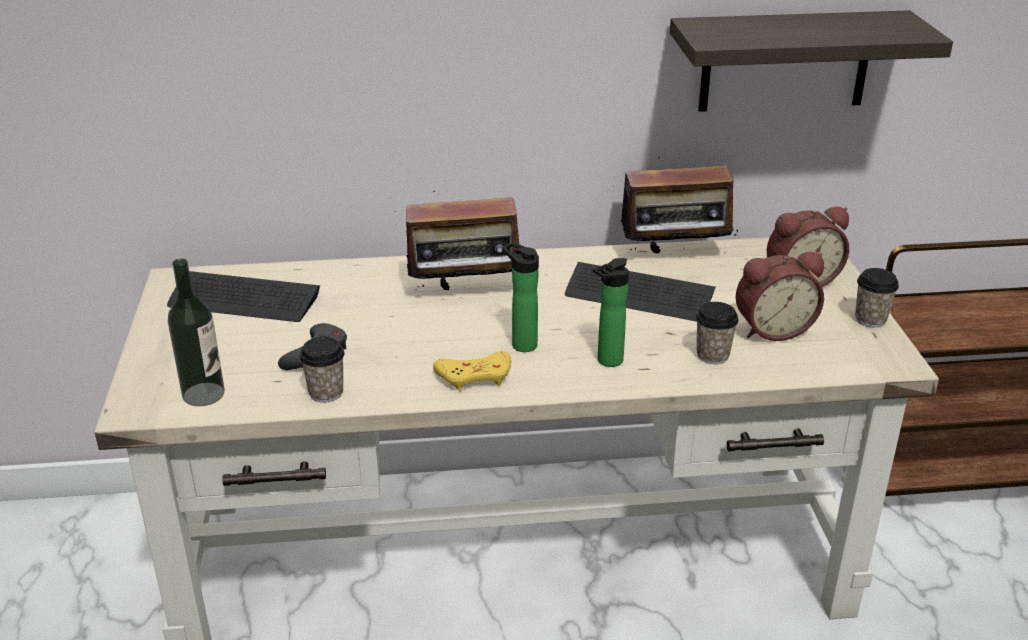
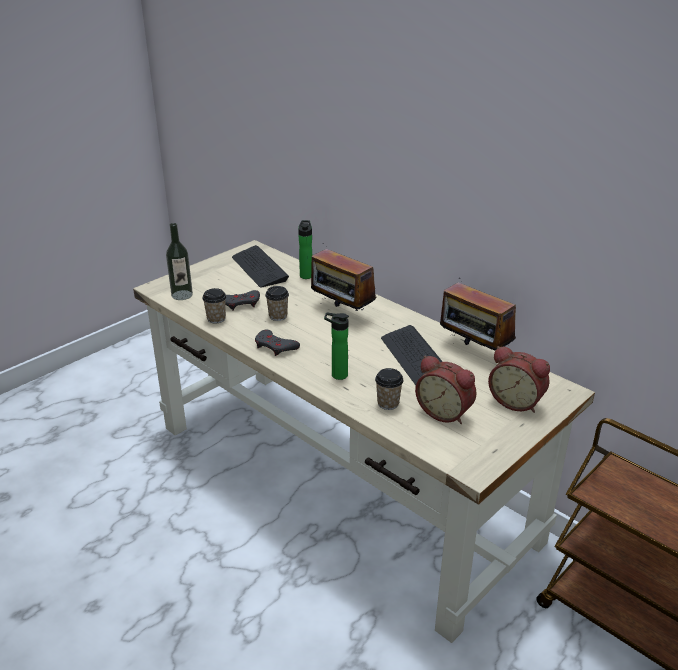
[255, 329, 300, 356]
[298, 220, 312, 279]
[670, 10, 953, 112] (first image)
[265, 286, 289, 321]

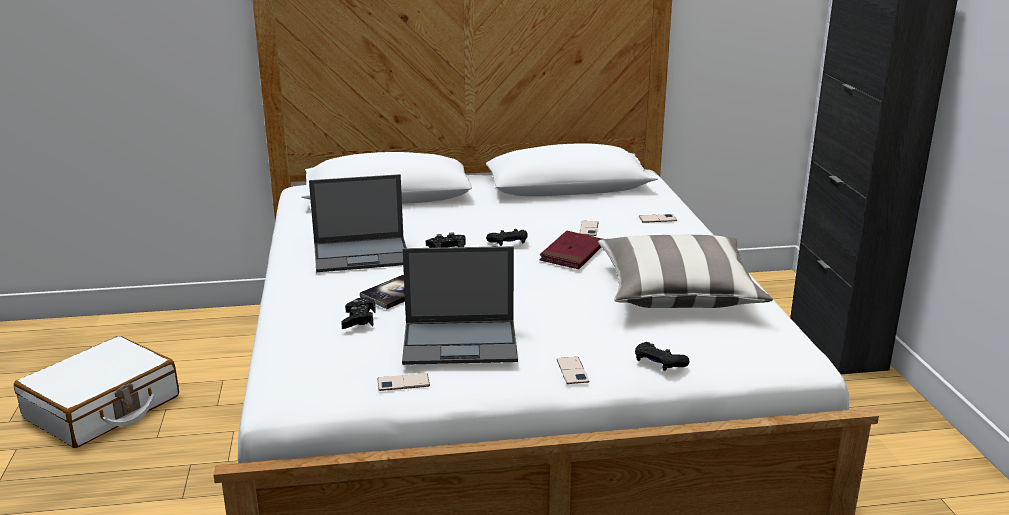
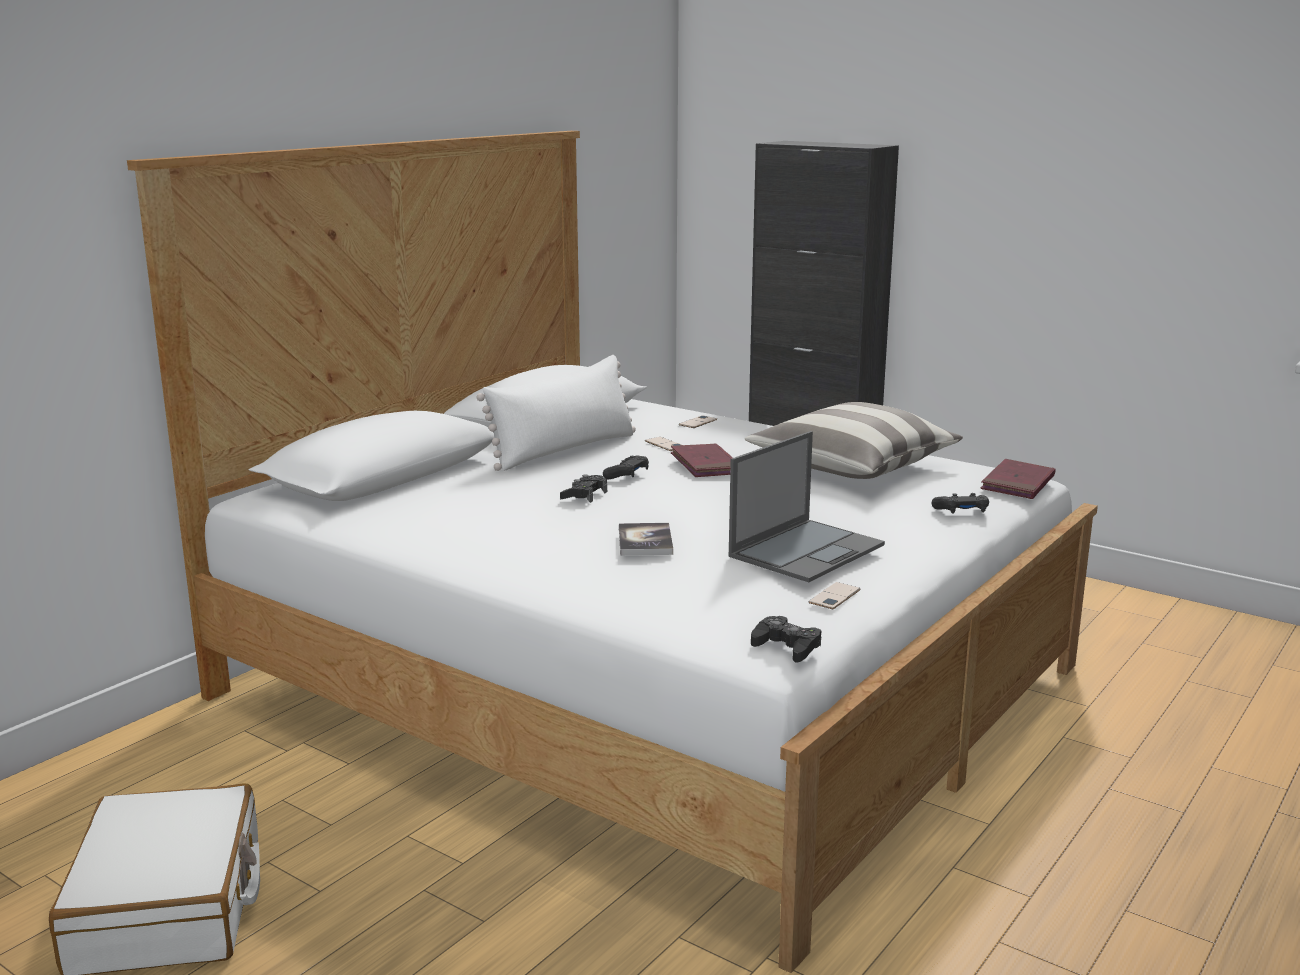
[309, 174, 407, 272] (first image)
[751, 616, 822, 663]
[557, 357, 589, 384] (first image)
[477, 355, 636, 471]
[980, 459, 1056, 499]

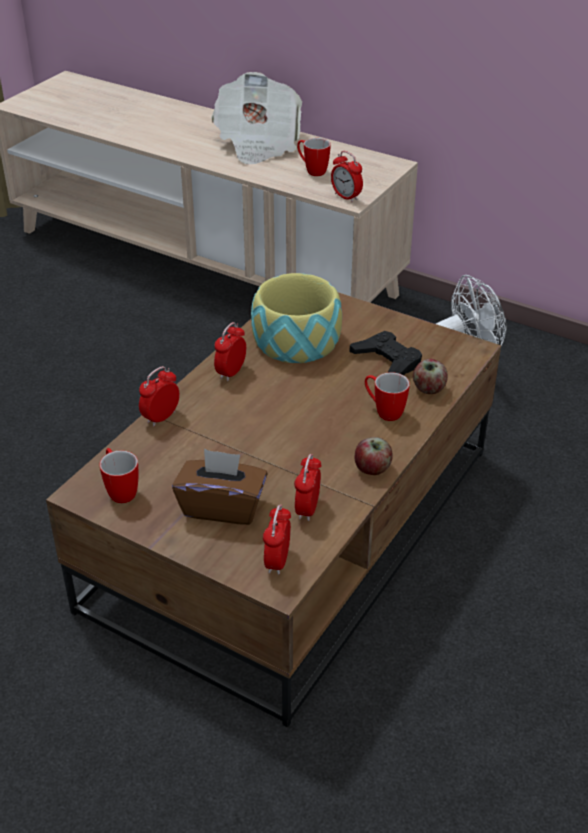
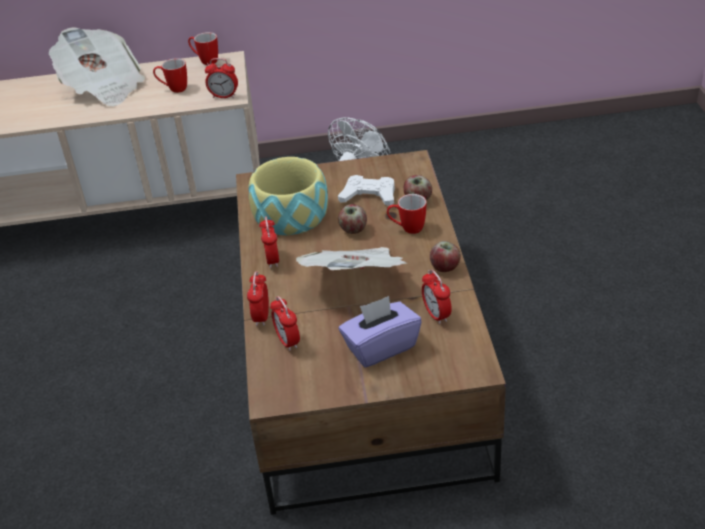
[188, 32, 218, 65]
[339, 296, 422, 367]
[270, 296, 300, 351]
[338, 175, 395, 206]
[296, 247, 407, 270]
[338, 204, 367, 234]

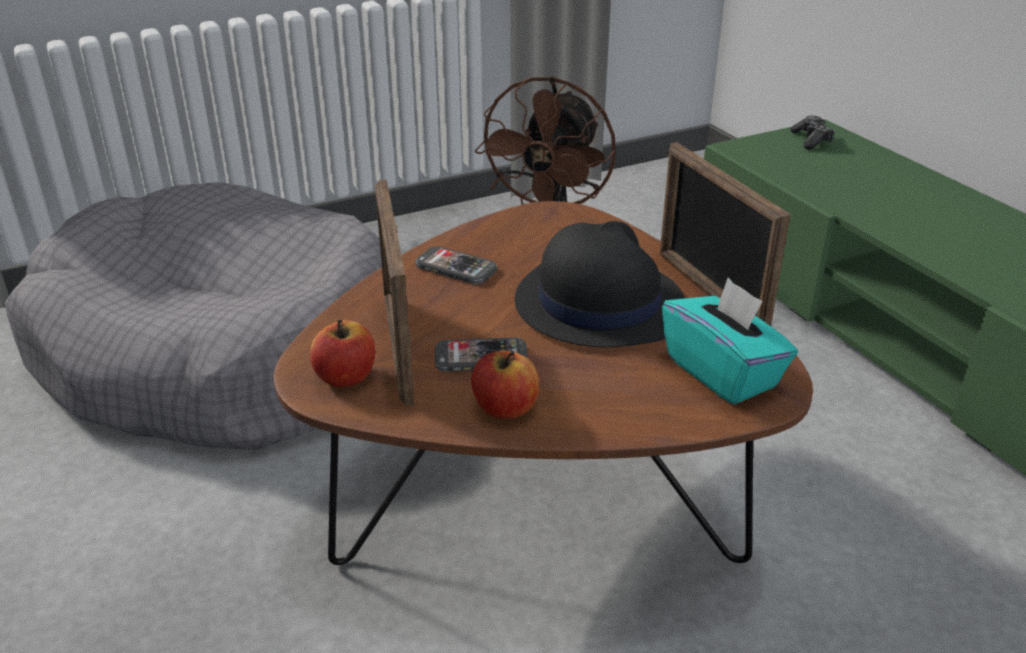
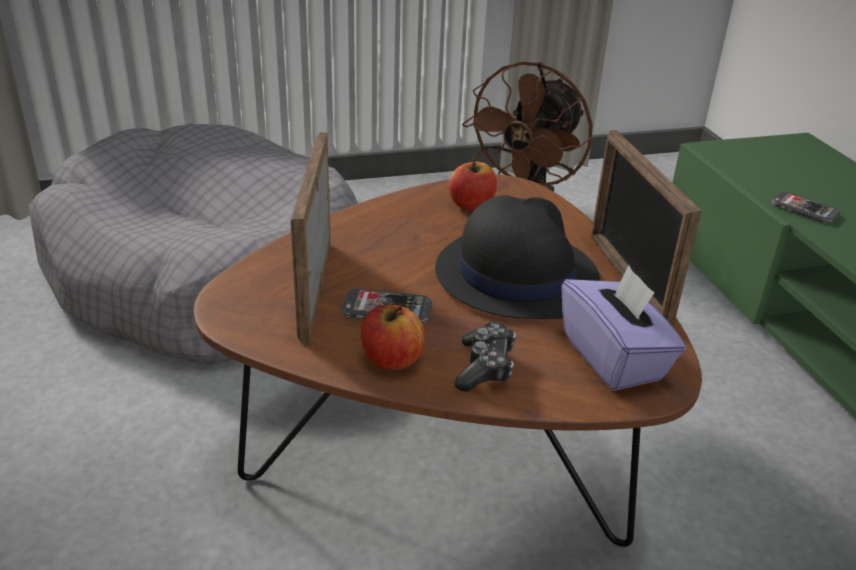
[449, 159, 497, 211]
[771, 192, 840, 224]
[561, 265, 686, 391]
[454, 322, 516, 392]

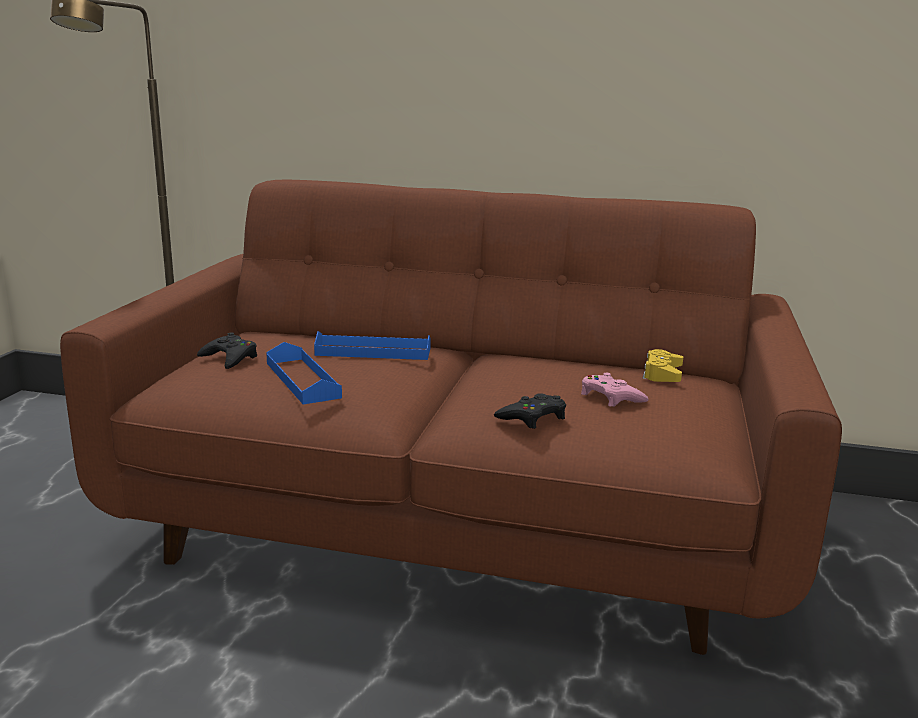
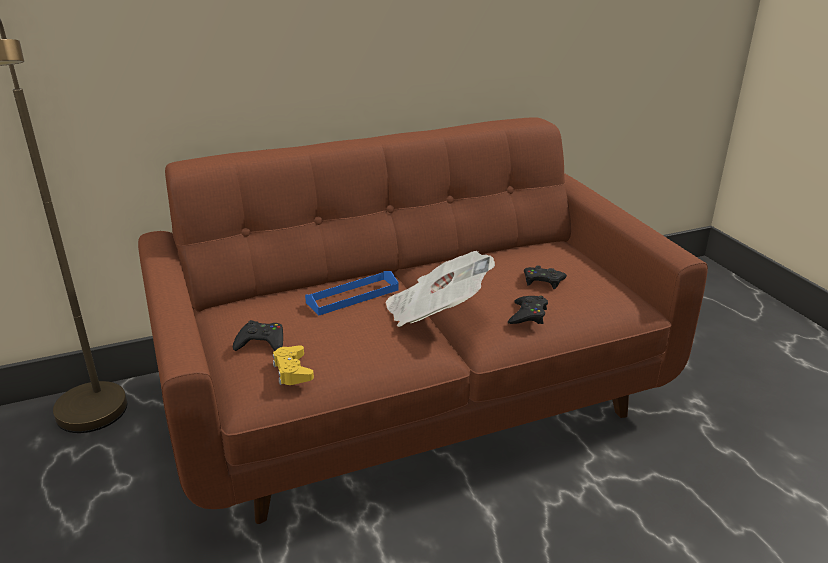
[266, 342, 342, 404] (first image)
[524, 265, 567, 289]
[273, 345, 314, 385]
[385, 251, 495, 327]

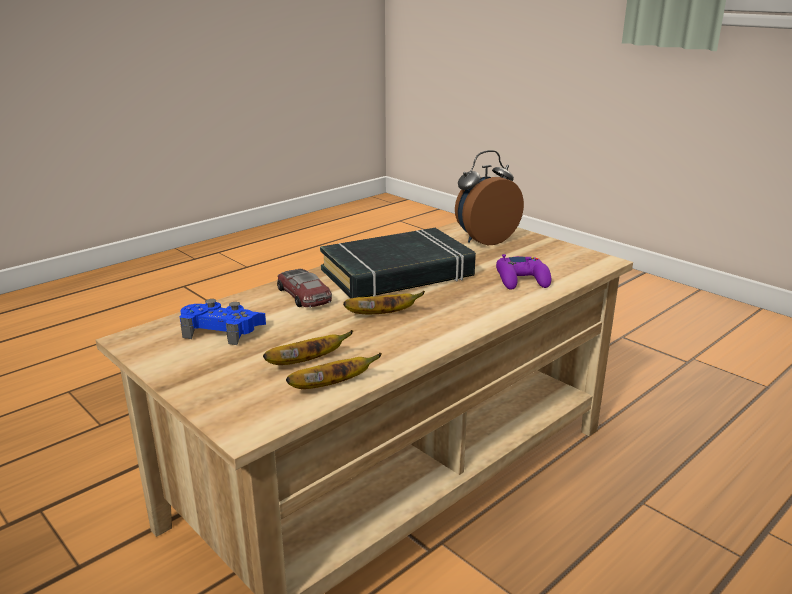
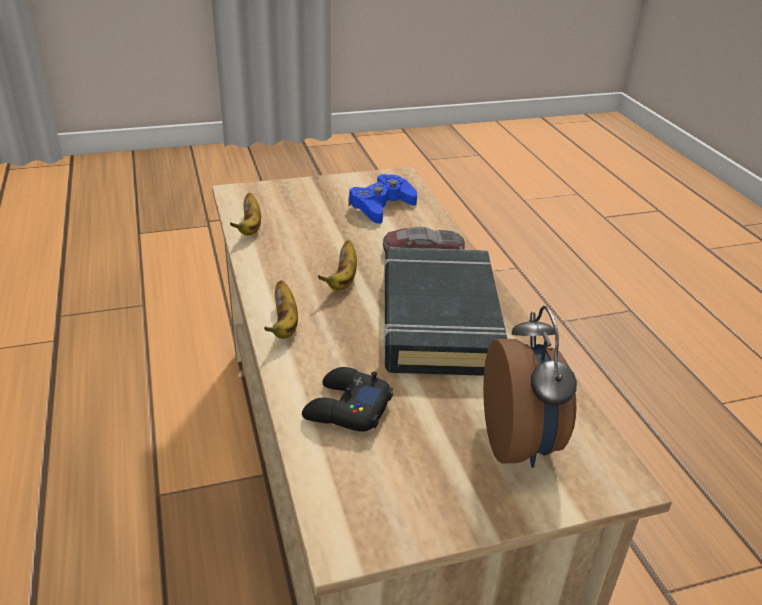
[264, 280, 298, 339]
[302, 367, 393, 432]

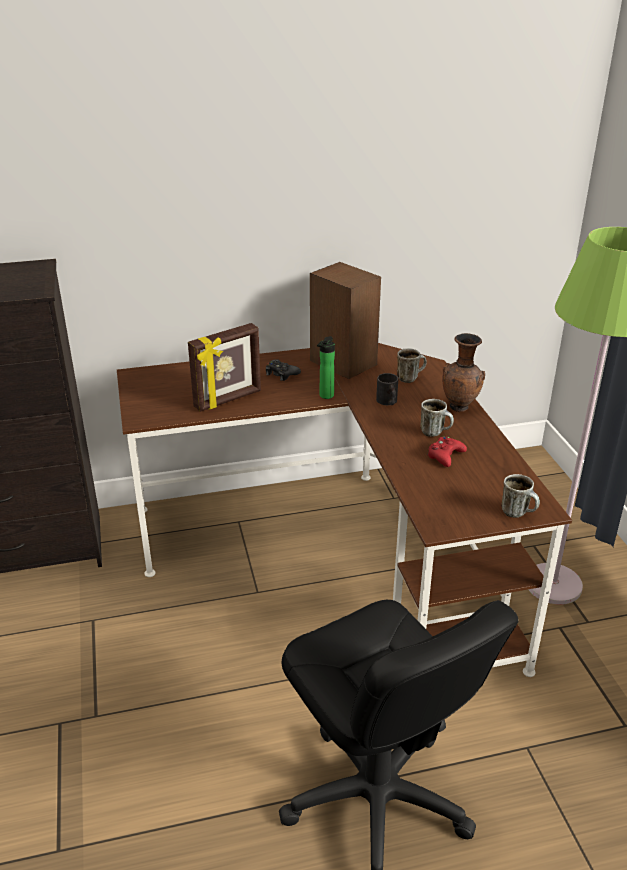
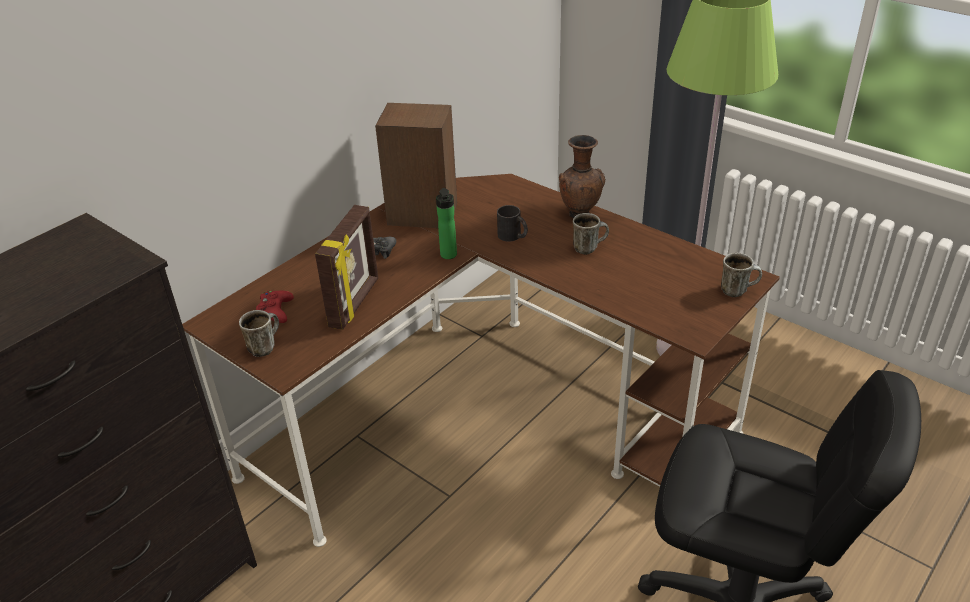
[239, 310, 279, 357]
[256, 291, 294, 323]

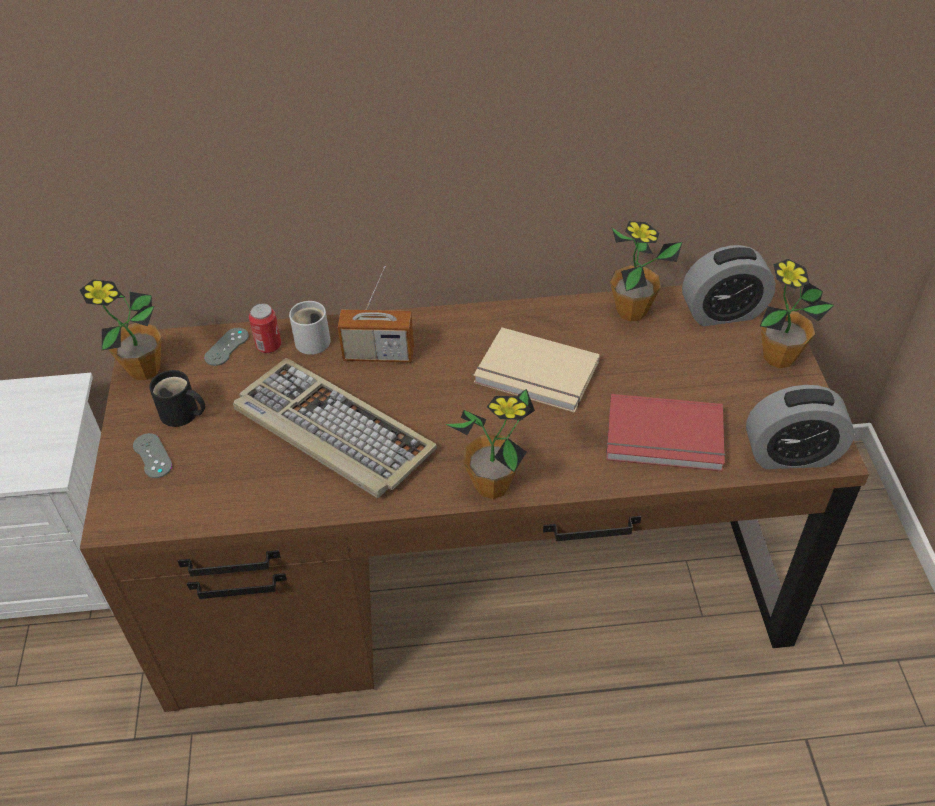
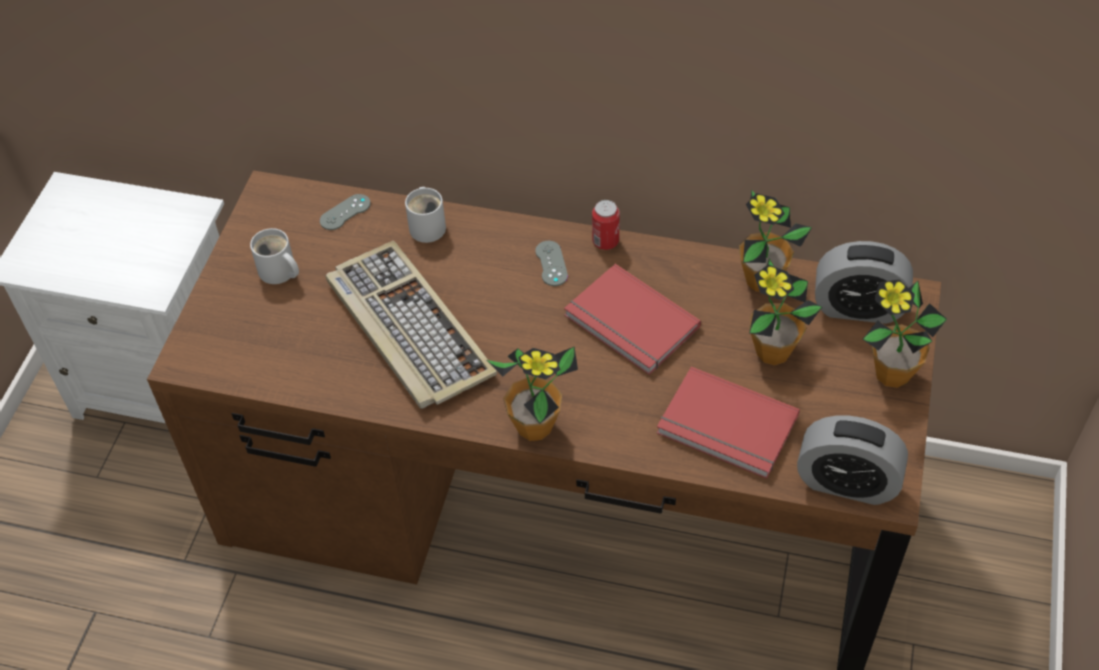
[749, 259, 822, 365]
[535, 241, 568, 286]
[250, 228, 299, 284]
[592, 200, 620, 250]
[337, 266, 414, 362] (first image)
[564, 264, 701, 375]

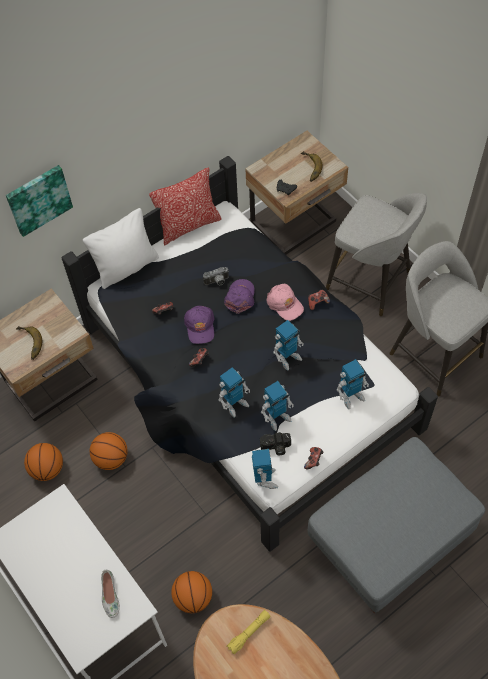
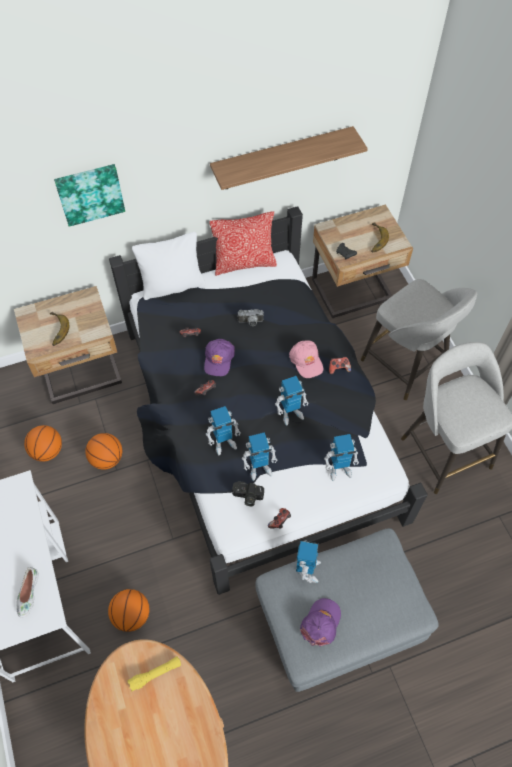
[300, 598, 341, 647]
[296, 541, 321, 583]
[210, 126, 368, 190]

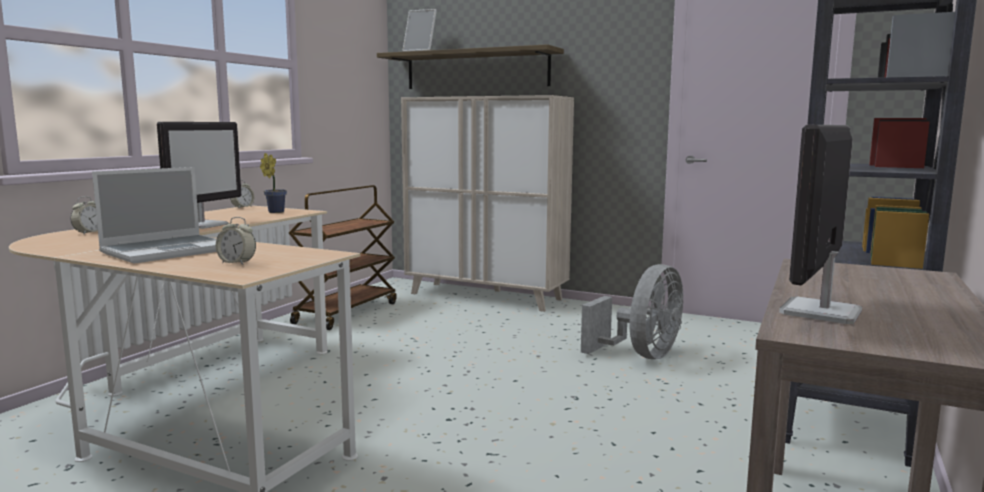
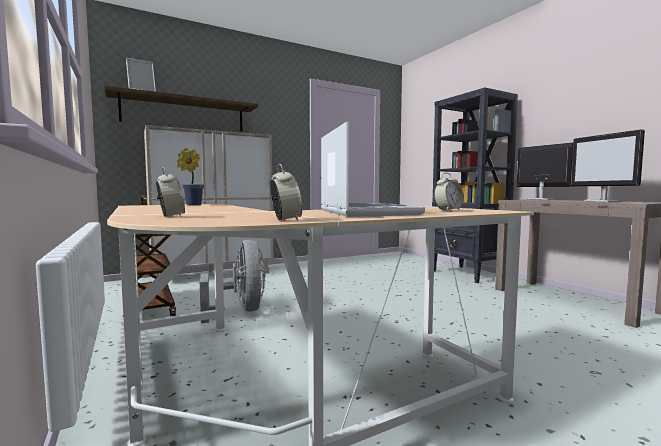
[517, 142, 573, 200]
[270, 164, 302, 221]
[200, 240, 266, 323]

